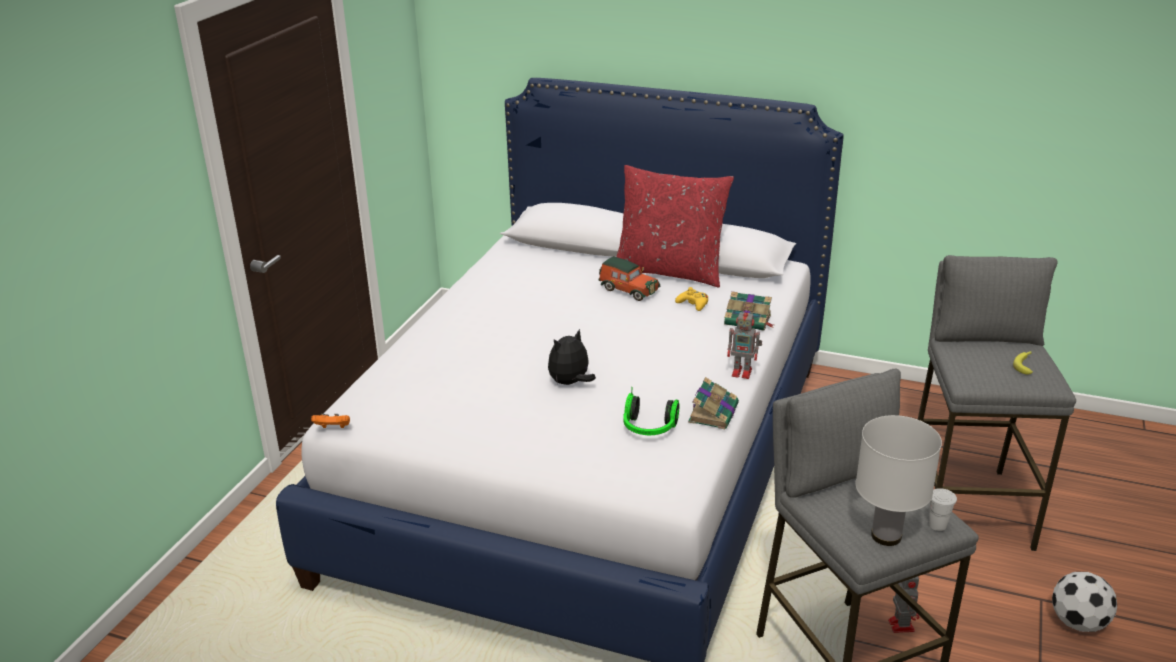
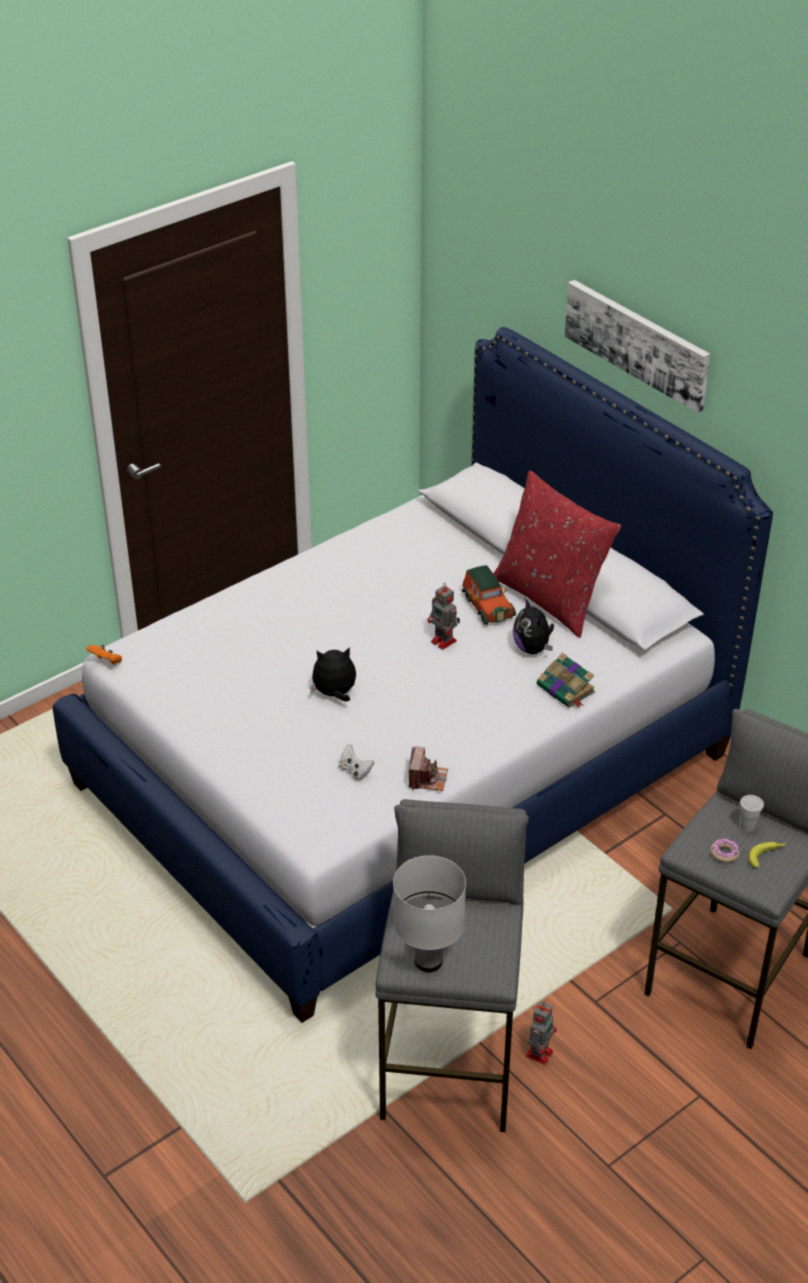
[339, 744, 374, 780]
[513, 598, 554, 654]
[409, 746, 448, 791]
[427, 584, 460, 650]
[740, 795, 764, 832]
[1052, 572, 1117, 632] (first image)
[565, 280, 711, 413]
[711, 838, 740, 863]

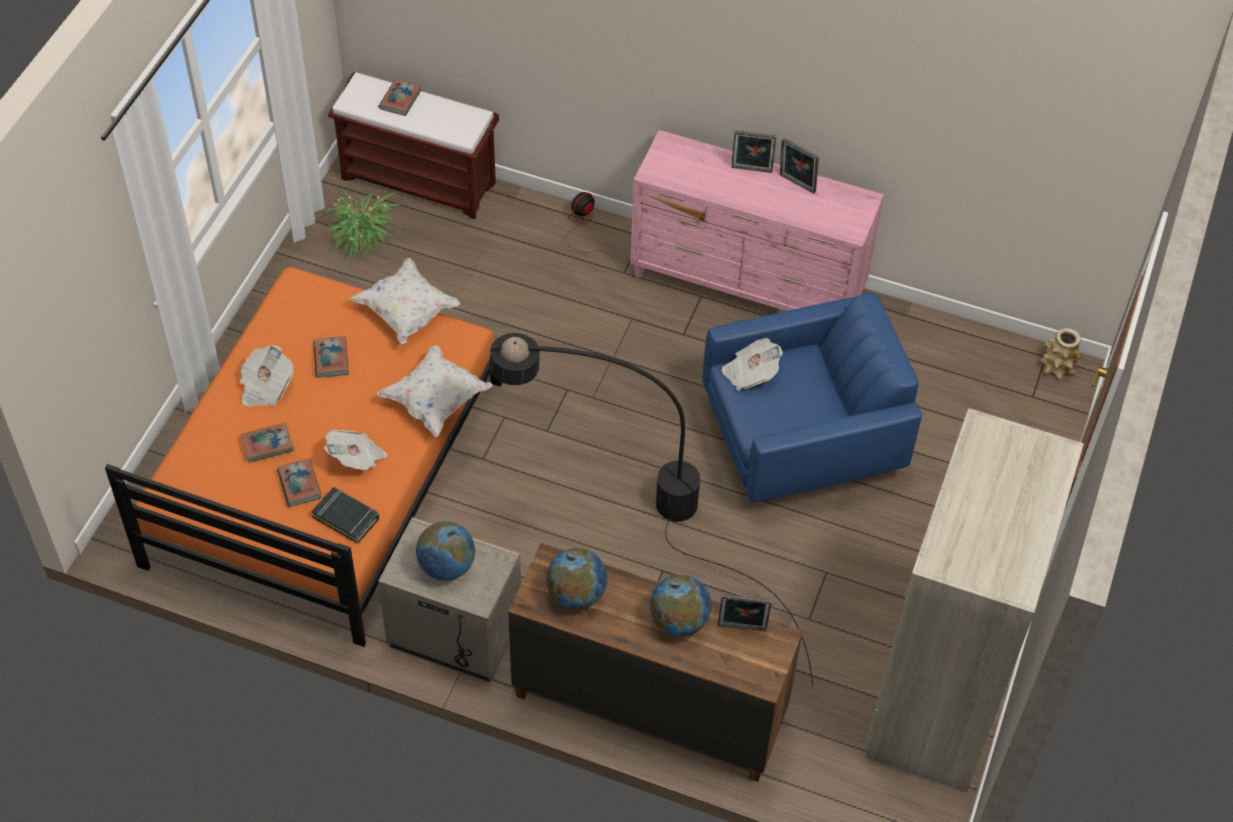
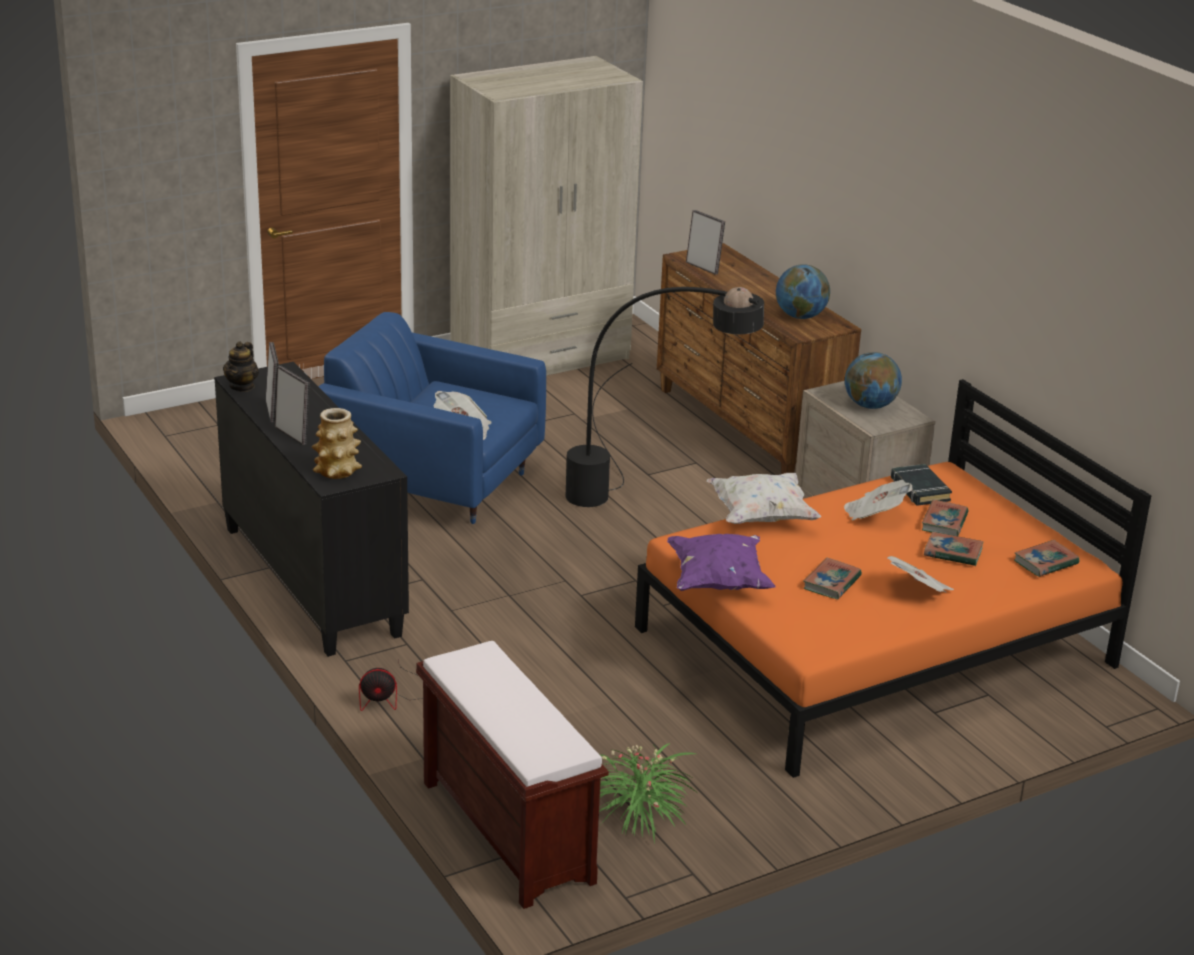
[667, 534, 776, 591]
[1014, 540, 1079, 577]
[214, 362, 409, 657]
[650, 575, 711, 637] (first image)
[312, 408, 362, 479]
[223, 341, 259, 392]

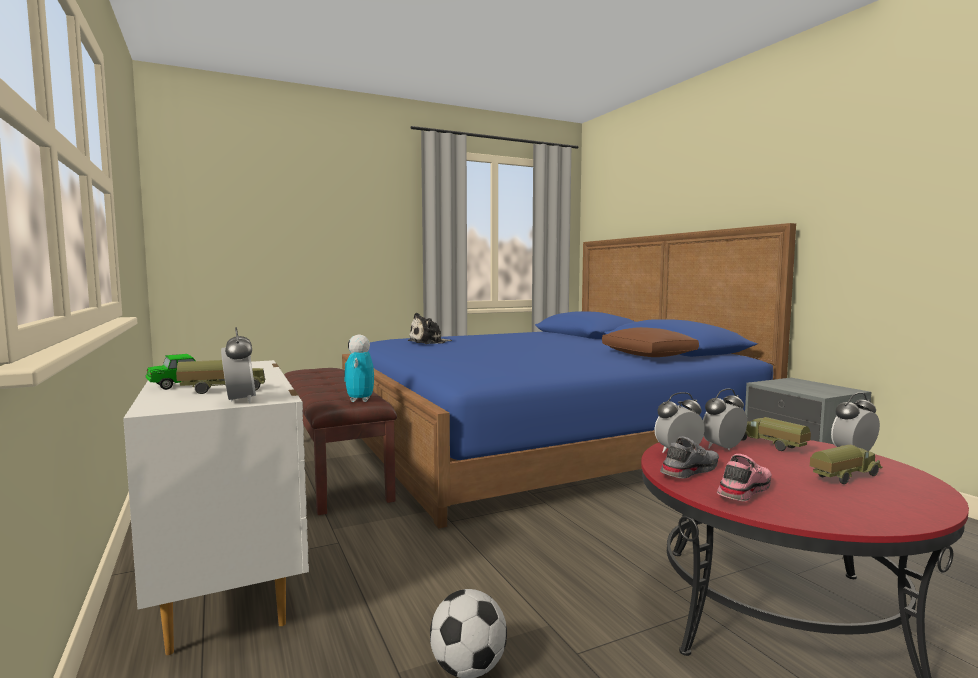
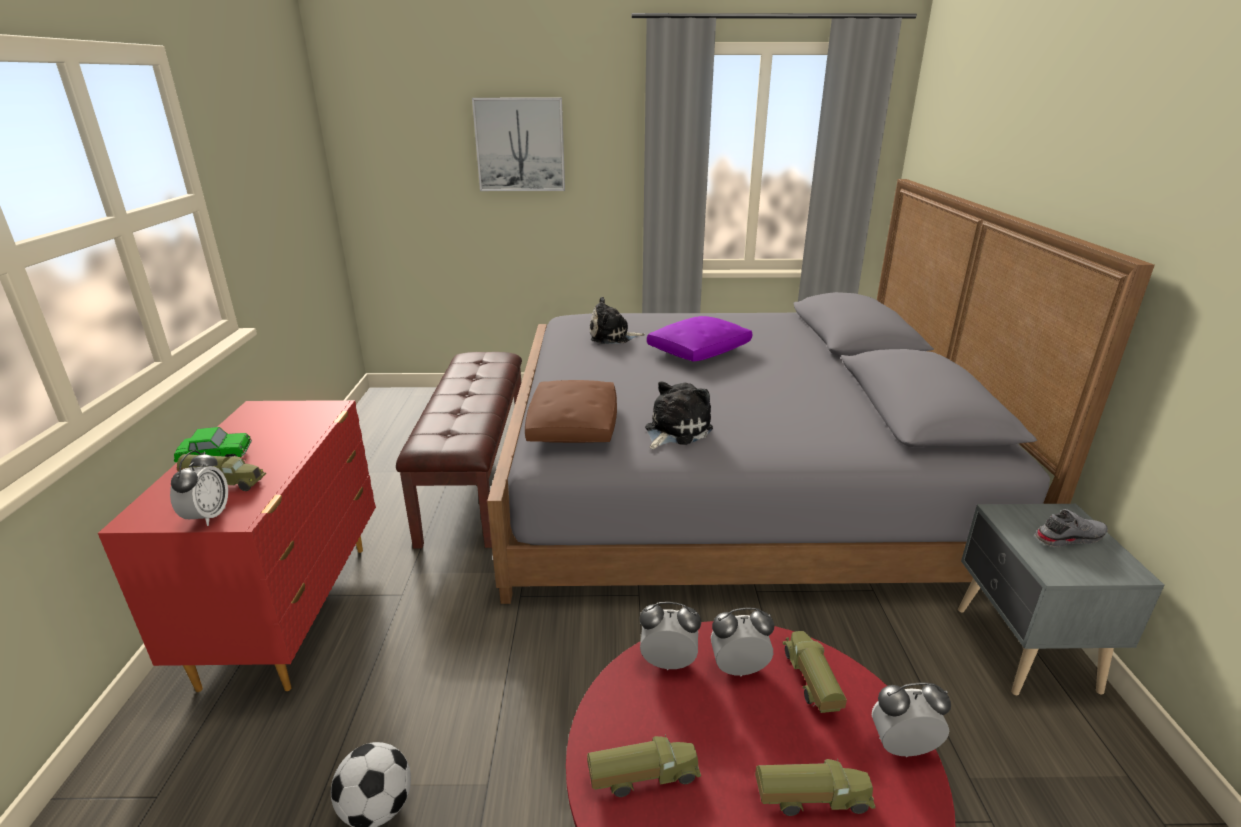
[98, 400, 376, 692]
[487, 179, 1155, 604]
[344, 335, 374, 402] (first image)
[525, 380, 617, 443]
[1034, 509, 1108, 547]
[587, 735, 701, 797]
[472, 98, 565, 191]
[645, 381, 713, 449]
[647, 316, 752, 362]

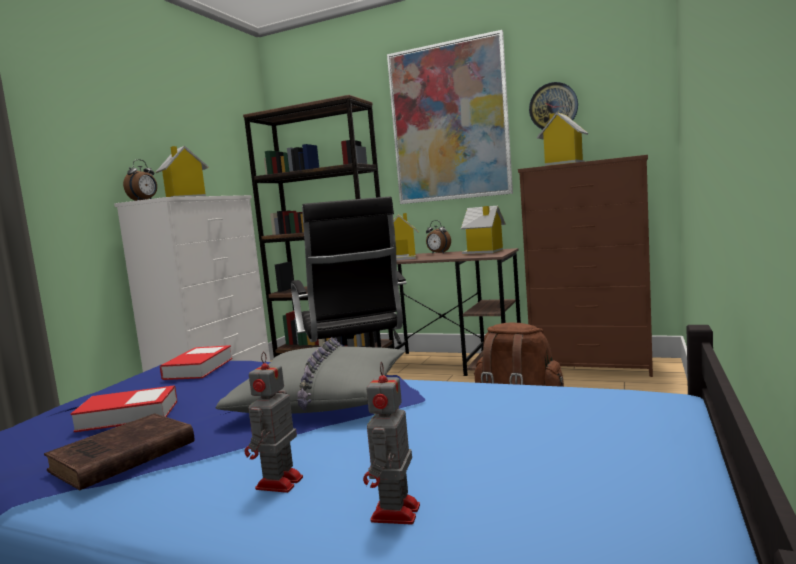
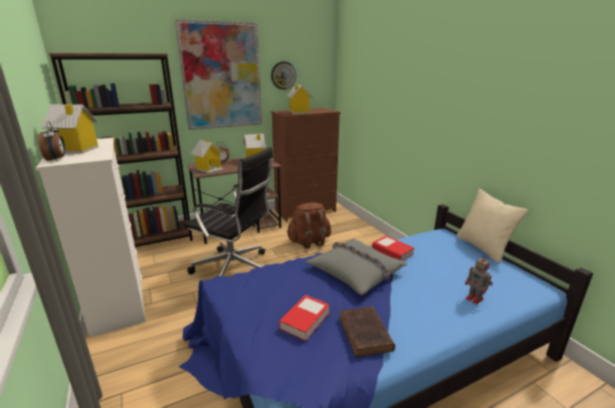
[372, 236, 414, 261]
[245, 352, 303, 493] (first image)
[457, 189, 528, 263]

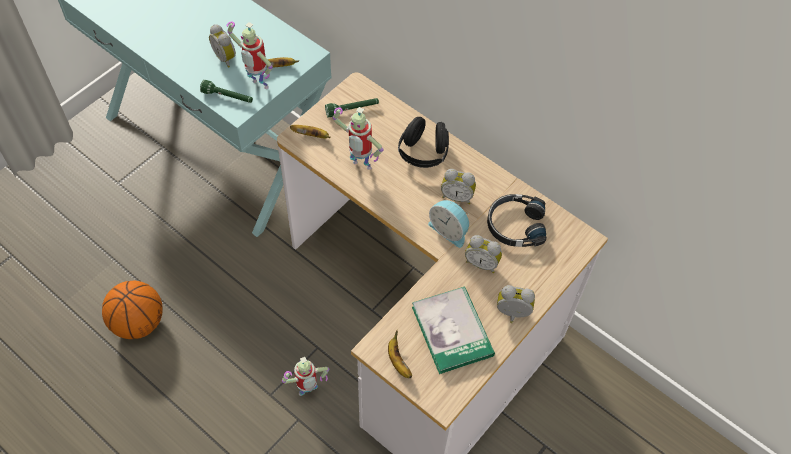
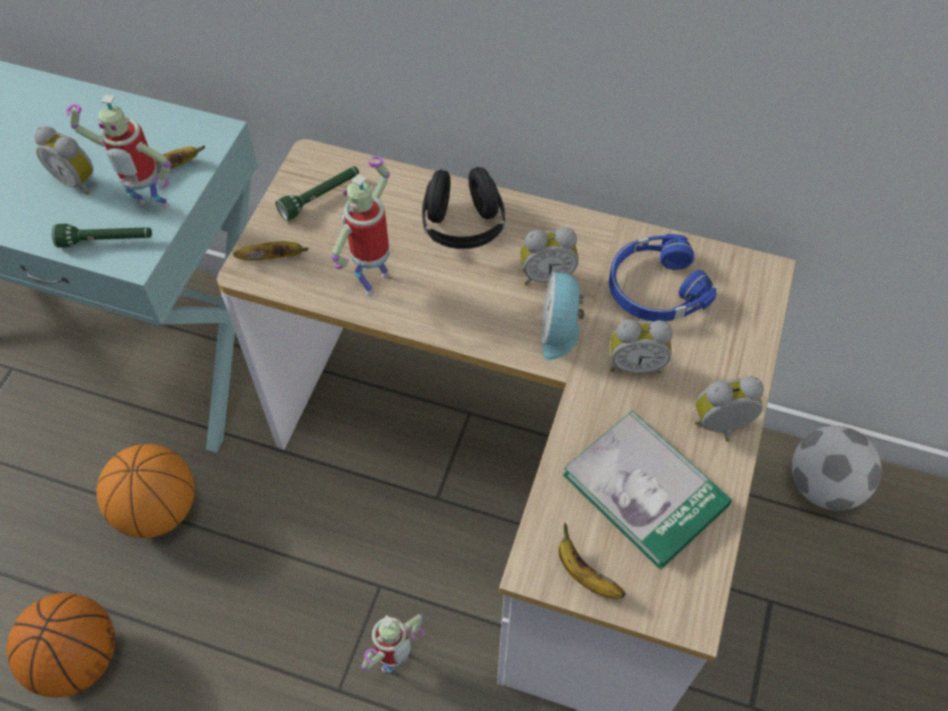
[332, 156, 390, 297]
[542, 272, 584, 360]
[609, 234, 717, 322]
[97, 444, 195, 538]
[792, 426, 881, 510]

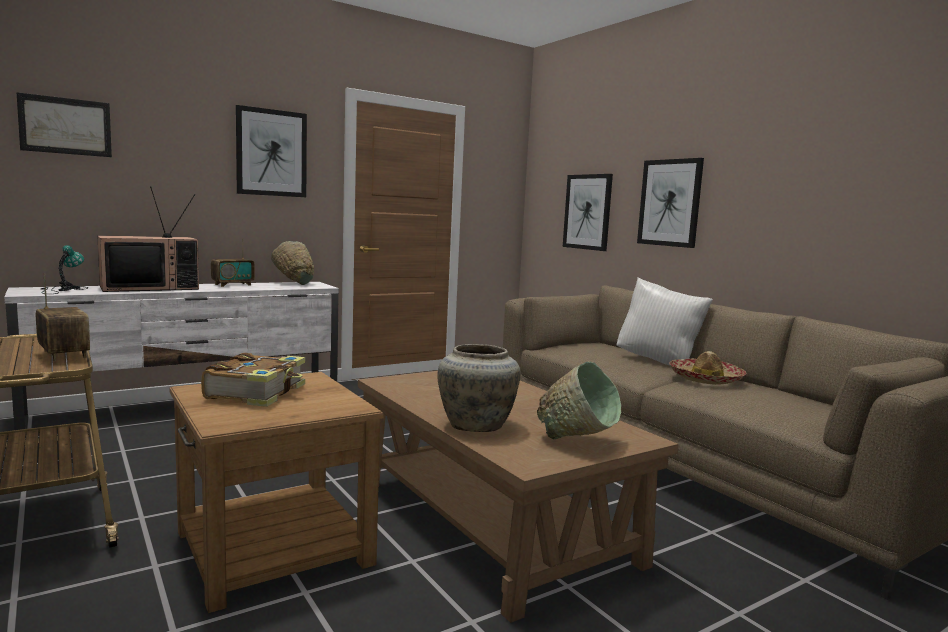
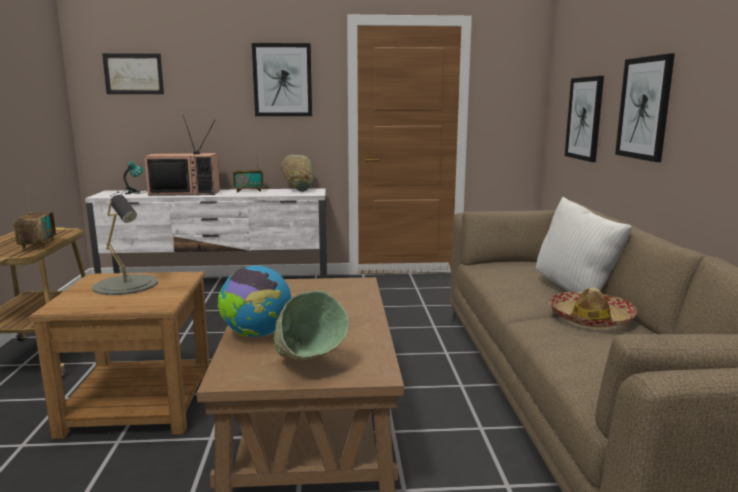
[93, 195, 158, 295]
[217, 266, 291, 337]

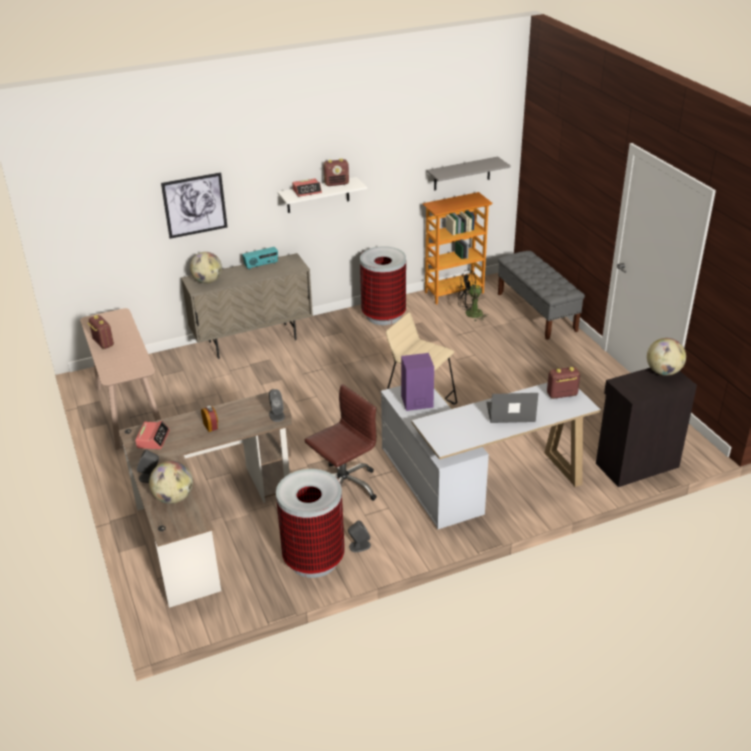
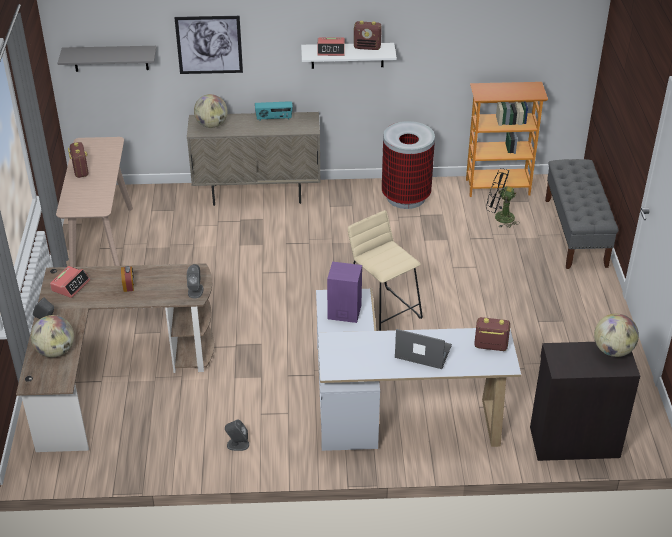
[276, 469, 345, 578] (first image)
[305, 384, 377, 501] (first image)
[58, 46, 156, 72]

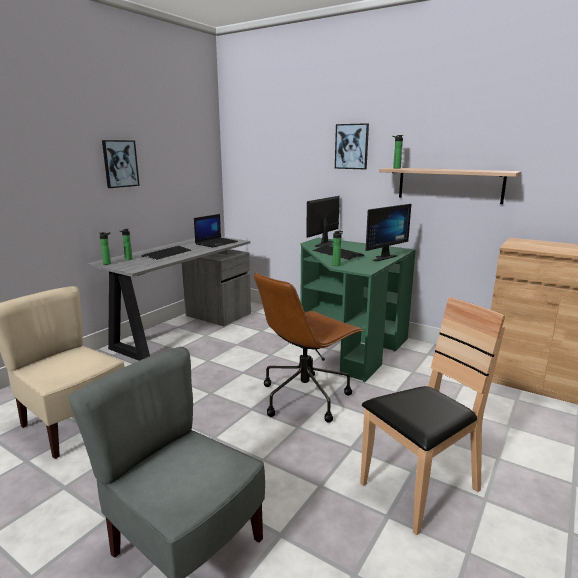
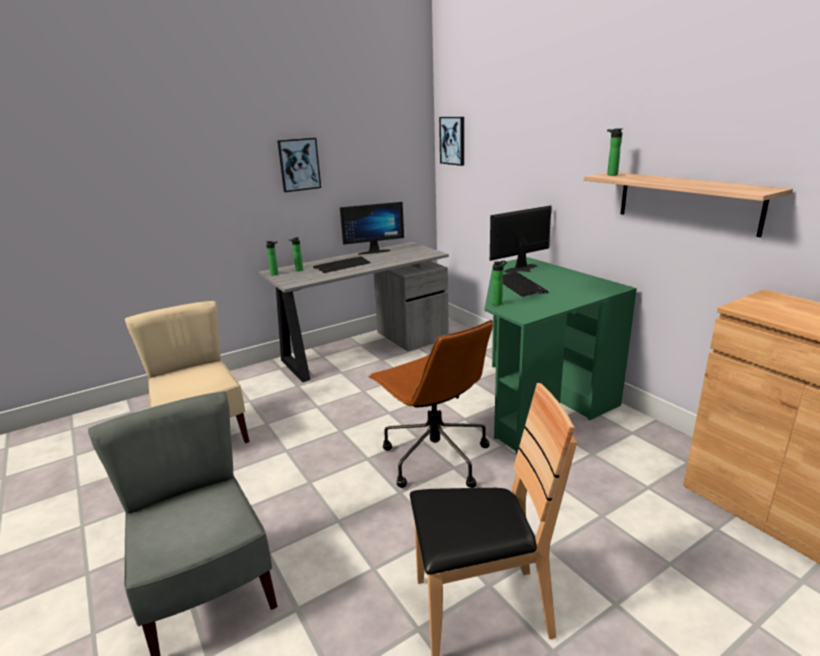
[194, 214, 238, 248] (first image)
[368, 320, 493, 488]
[439, 117, 464, 166]
[340, 202, 404, 255]

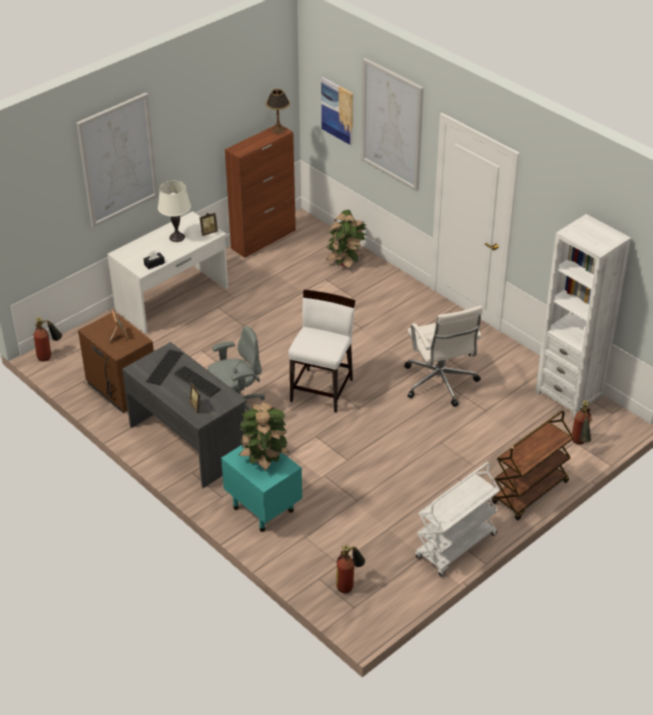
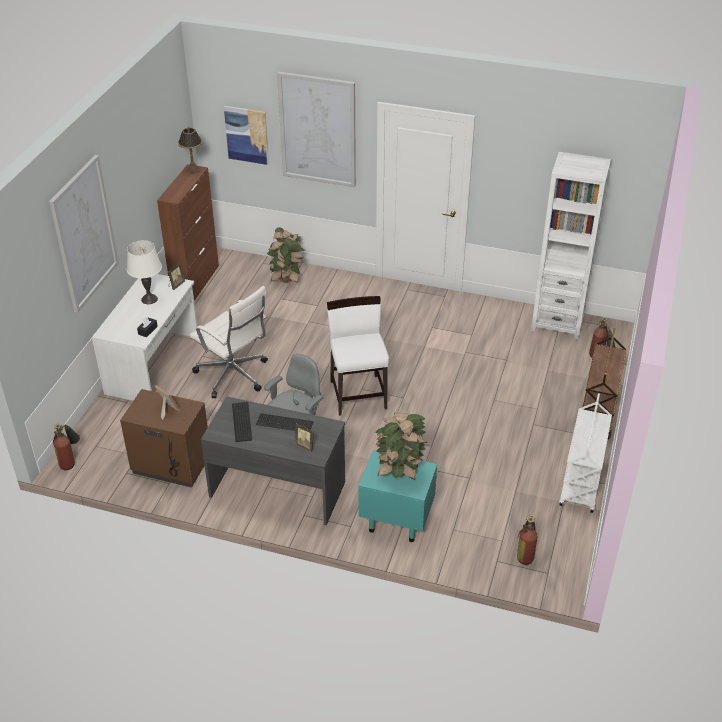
[190, 286, 268, 398]

